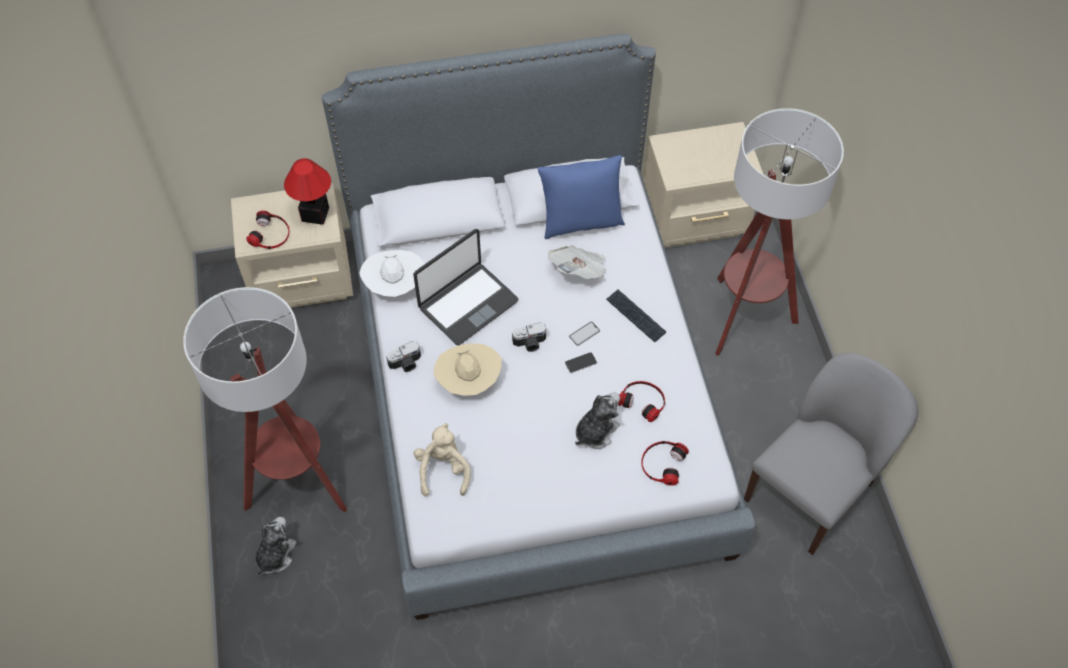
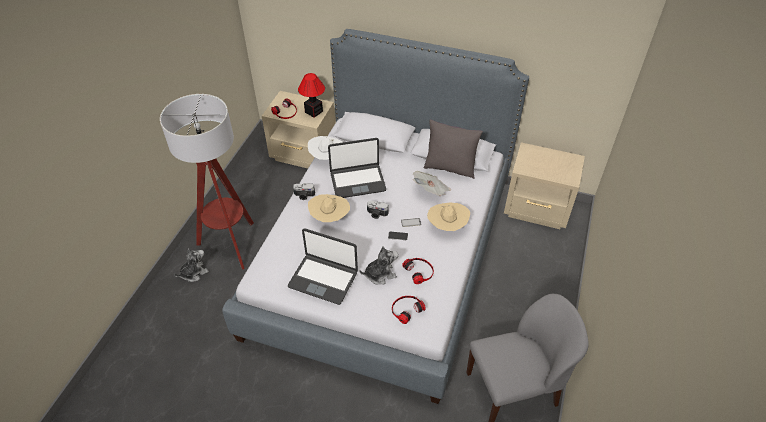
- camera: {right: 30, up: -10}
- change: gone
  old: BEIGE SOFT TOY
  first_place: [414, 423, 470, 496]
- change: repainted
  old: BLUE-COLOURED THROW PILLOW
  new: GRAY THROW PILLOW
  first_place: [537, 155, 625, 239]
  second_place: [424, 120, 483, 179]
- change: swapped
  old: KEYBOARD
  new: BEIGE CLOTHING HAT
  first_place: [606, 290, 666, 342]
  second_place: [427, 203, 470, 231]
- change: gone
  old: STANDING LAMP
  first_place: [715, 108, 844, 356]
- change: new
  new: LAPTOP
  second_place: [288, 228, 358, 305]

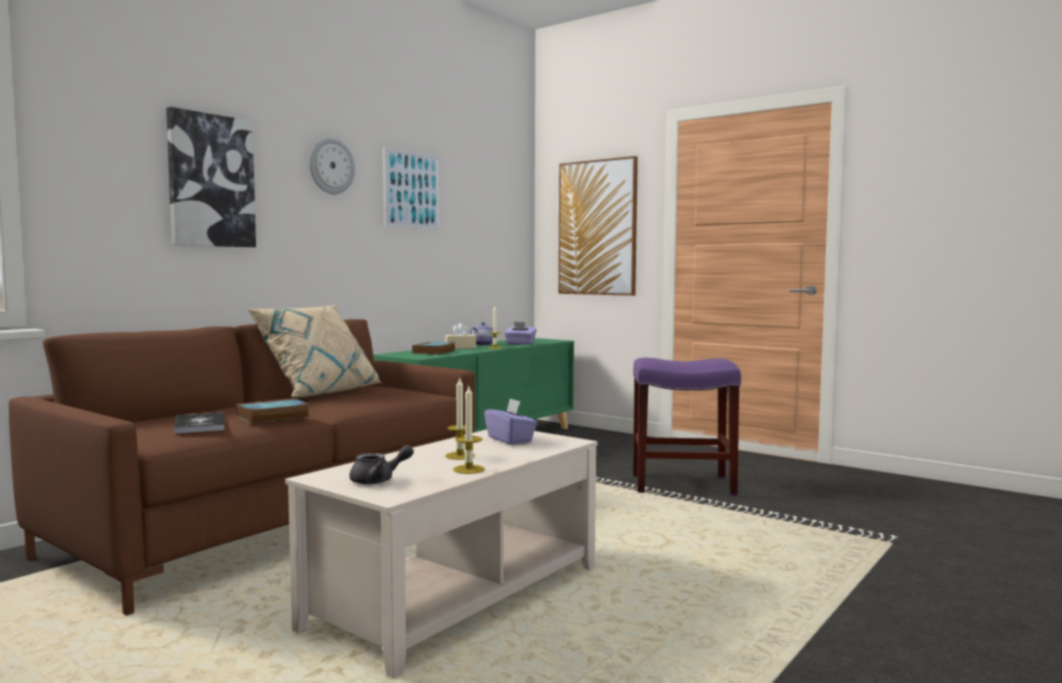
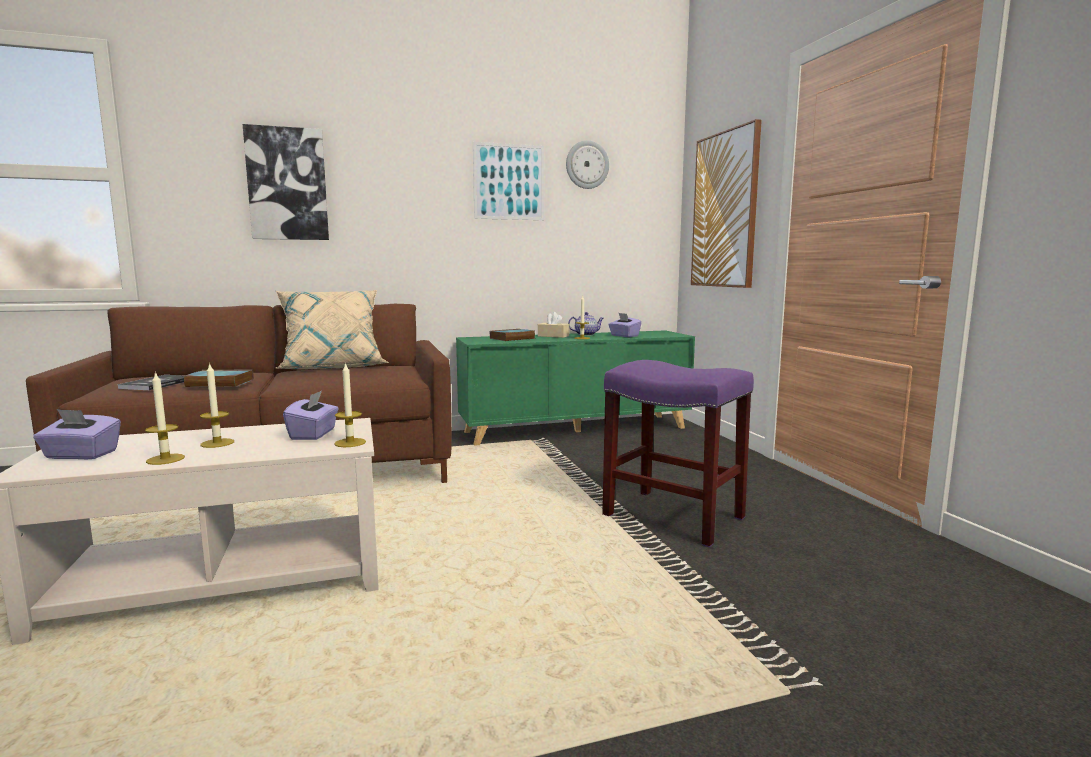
- camera: {right: 35, up: 5}
- change: shifted
  old: WALL CLOCK
  first_place: [309, 138, 355, 194]
  second_place: [566, 140, 609, 189]
- change: swapped
  old: GRAY POT FOR TEA
  new: PURPLISH TISSUE HOLDER
  first_place: [349, 445, 414, 485]
  second_place: [33, 409, 121, 459]
- change: new
  new: WAX LIGHT
  second_place: [334, 362, 366, 447]

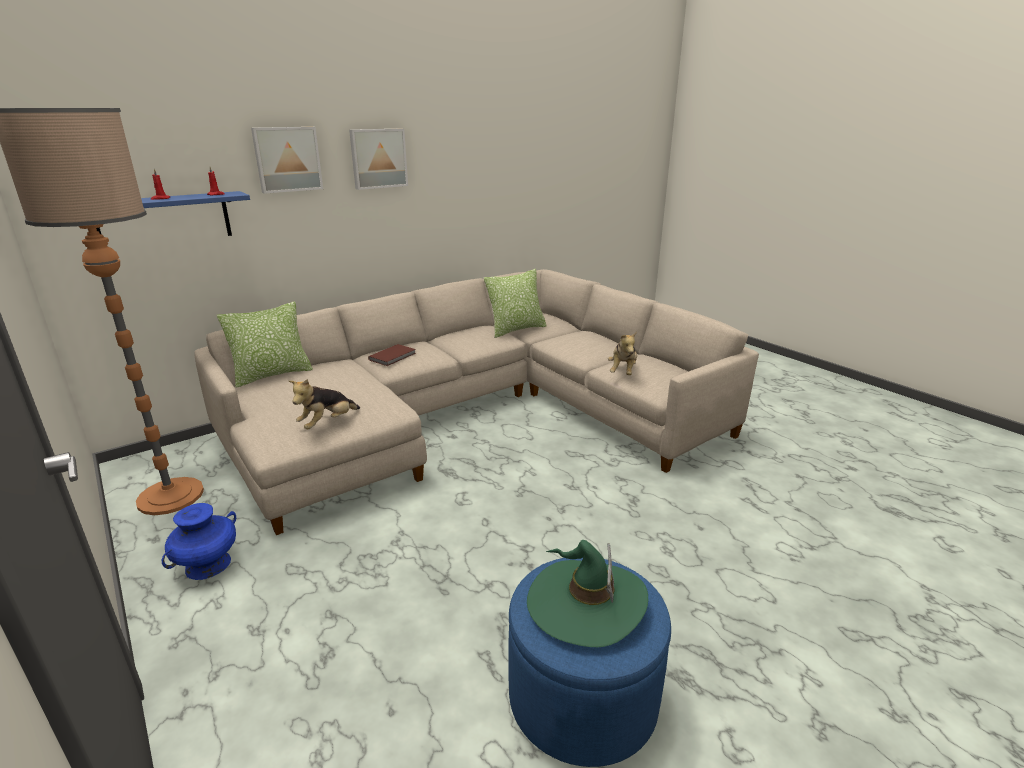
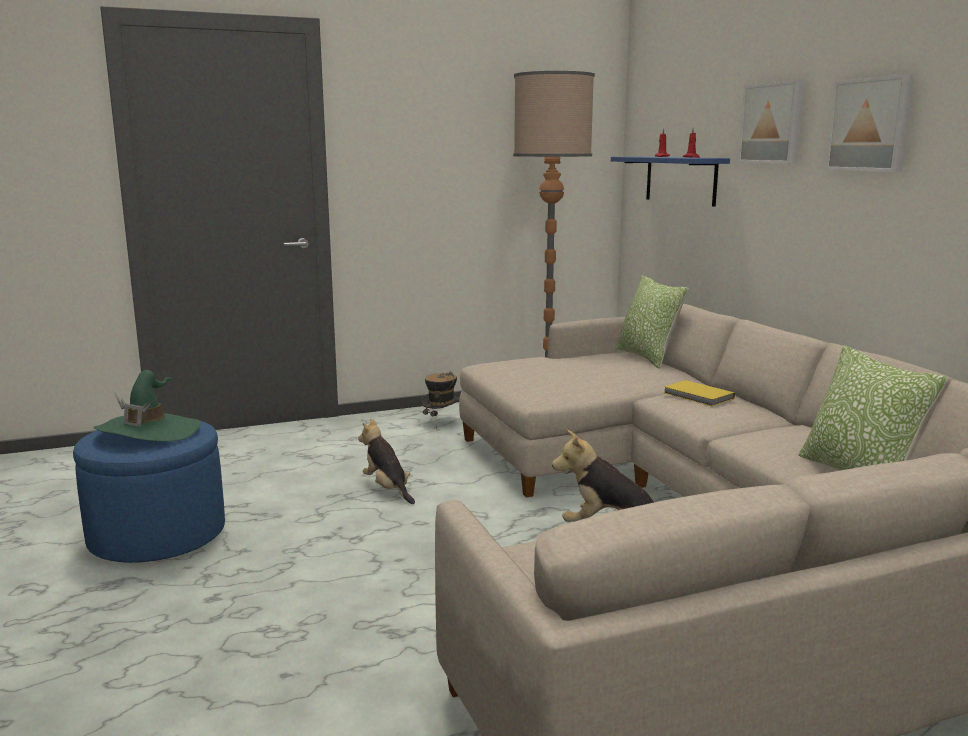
- camera: {right: 105, up: -10}
- change: swapped
  old: BLUE-COLOURED VASE
  new: CLOTHING HAT
  first_place: [162, 503, 236, 580]
  second_place: [420, 372, 460, 429]
- change: shifted
  old: SOFT TOY
  first_place: [289, 379, 360, 429]
  second_place: [358, 419, 415, 504]
- change: repainted
  old: BROWN VOLUME
  new: YELLOW VOLUME
  first_place: [368, 344, 416, 366]
  second_place: [664, 380, 735, 406]

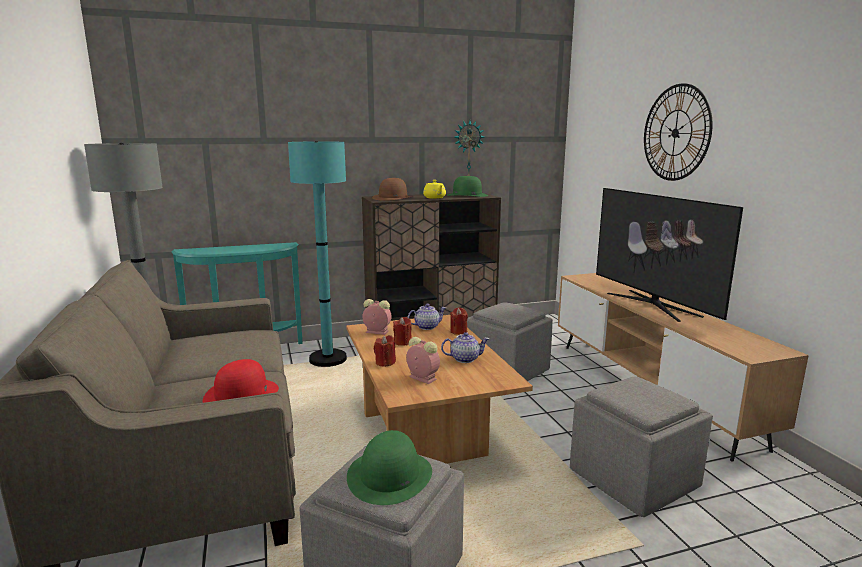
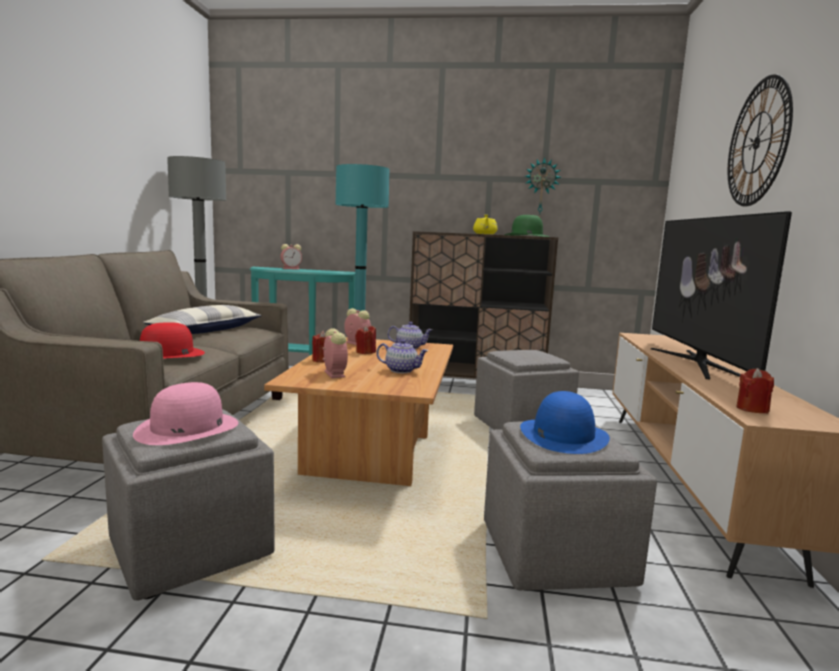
- camera: {right: 25, up: -5}
- change: repainted
  old: GREENISH CLOTHING HAT
  new: PINKISH CLOTHING HAT
  first_place: [347, 430, 432, 505]
  second_place: [133, 382, 238, 445]
- change: gone
  old: BROWN CLOTHING HAT
  first_place: [372, 178, 411, 201]
- change: shifted
  old: RED-COLOURED WAX LIGHT
  first_place: [450, 307, 468, 335]
  second_place: [736, 368, 774, 413]
- change: new
  new: THROW PILLOW
  second_place: [143, 305, 262, 334]
- change: new
  new: BEDSIDE CLOCK
  second_place: [280, 244, 302, 269]
- change: new
  new: BLUE-COLOURED CLOTHING HAT
  second_place: [520, 391, 610, 454]

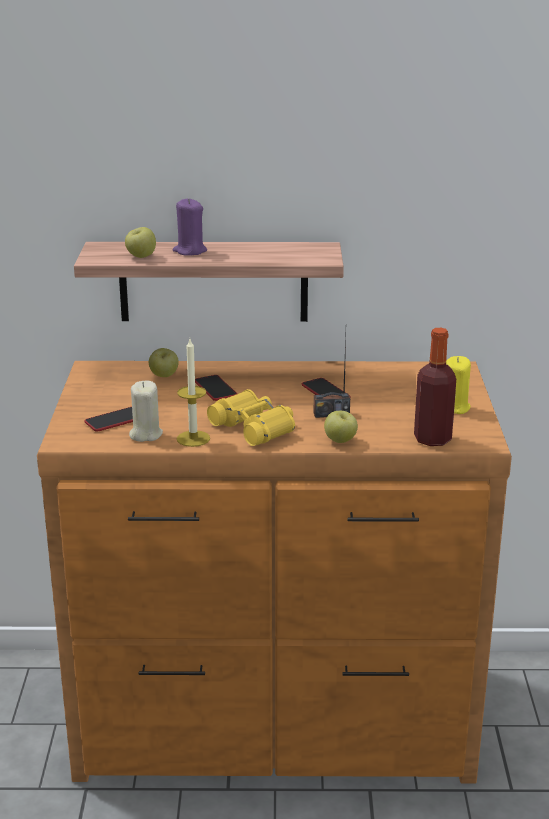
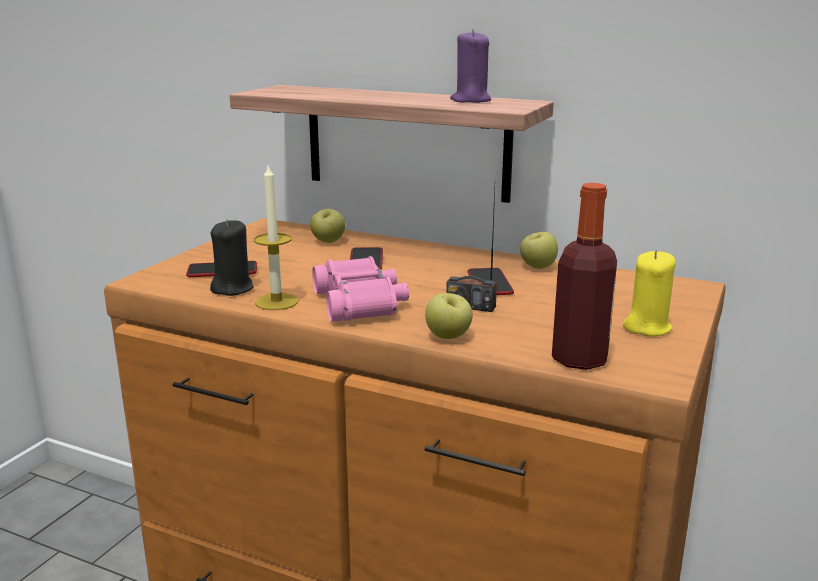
- camera: {right: 25, up: -5}
- change: shifted
  old: APPLE FRUIT
  first_place: [125, 227, 156, 258]
  second_place: [520, 232, 558, 269]
- change: repainted
  old: BEIGE WAX LIGHT
  new: BLACK-COLOURED WAX LIGHT
  first_place: [129, 381, 163, 442]
  second_place: [210, 219, 254, 296]
- change: shifted
  old: PURPLISH WAX LIGHT
  first_place: [173, 198, 207, 256]
  second_place: [450, 29, 491, 103]
- change: repainted
  old: YELLOW BINOCULARS
  new: PINKISH BINOCULARS
  first_place: [207, 389, 295, 446]
  second_place: [312, 256, 409, 321]

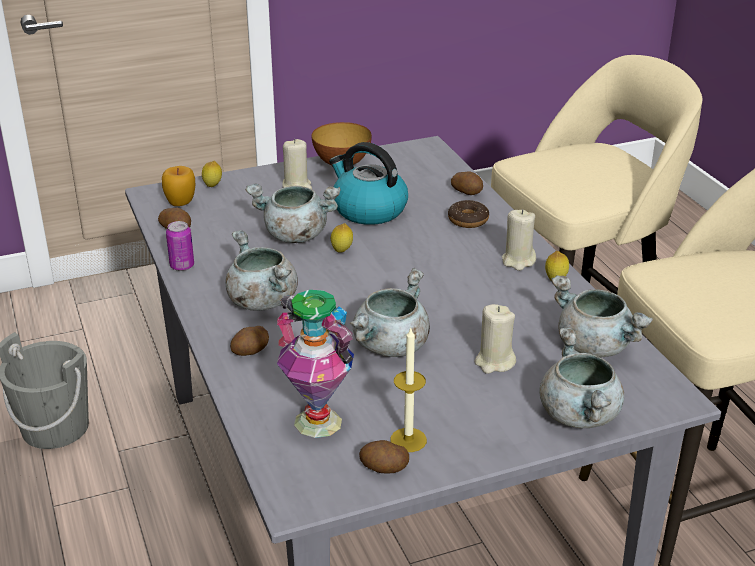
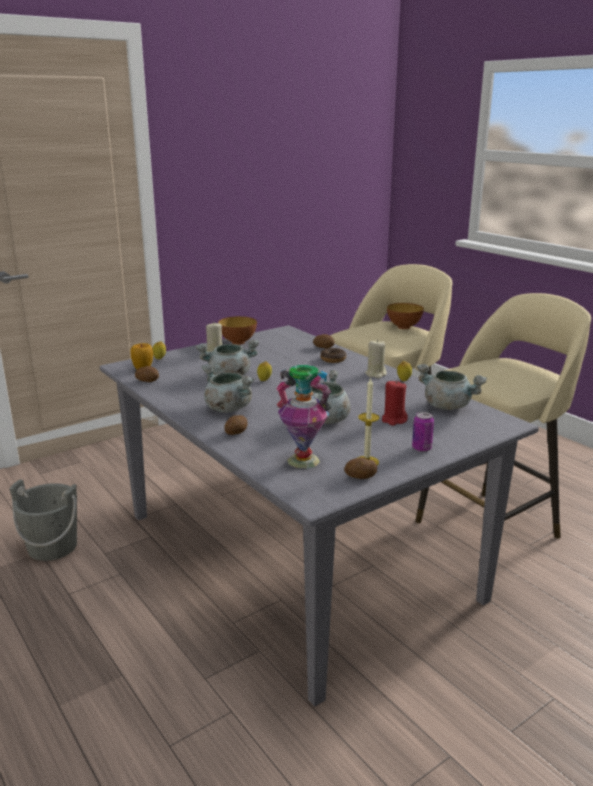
- camera: {right: -15, up: -10}
- change: shifted
  old: METAL CAN
  first_place: [166, 221, 194, 271]
  second_place: [412, 412, 434, 452]
- change: gone
  old: TEA KETTLE
  first_place: [329, 142, 408, 225]
- change: repainted
  old: BEIGE WAX LIGHT
  new: RED-COLOURED WAX LIGHT
  first_place: [474, 304, 516, 374]
  second_place: [382, 380, 408, 426]
- change: gone
  old: GRAY STOCKPOT
  first_place: [539, 328, 624, 428]
- change: new
  new: SERVING BOWL
  second_place: [387, 303, 424, 329]

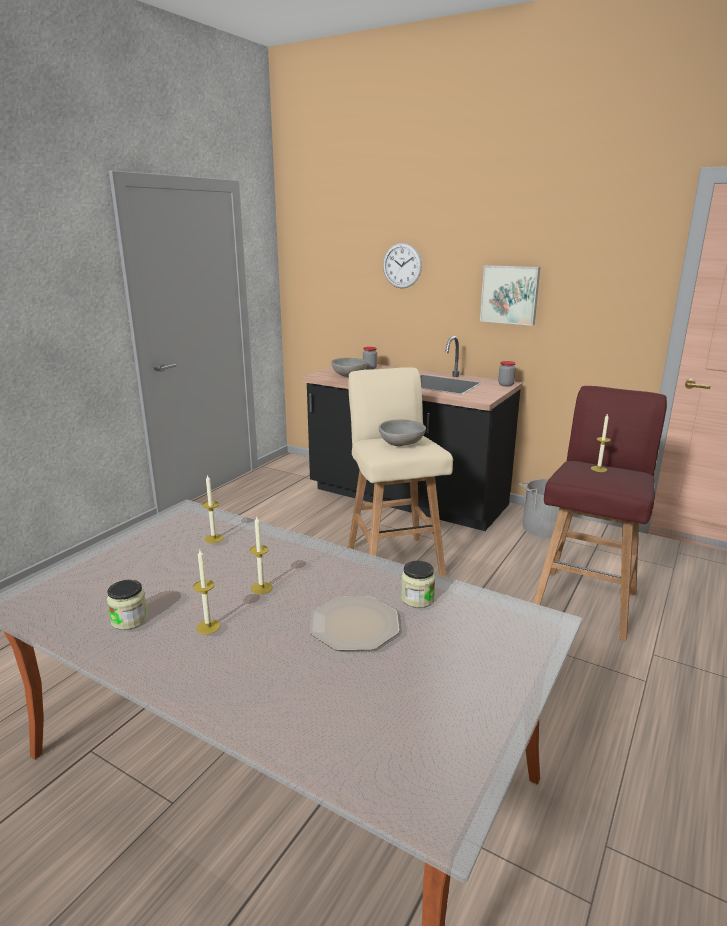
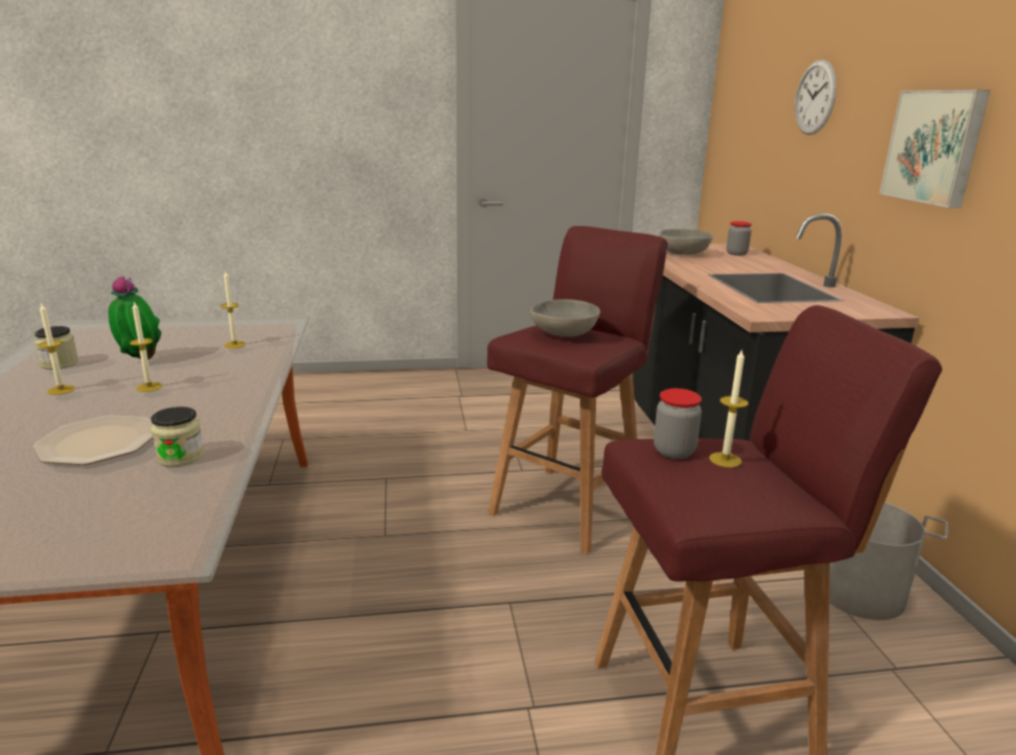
- camera: {right: 50, up: 0}
- change: repainted
  old: BEIGE SITTING STOOL
  new: RED-COLOURED SITTING STOOL
  first_place: [348, 367, 453, 576]
  second_place: [487, 226, 668, 554]
- change: shifted
  old: PRESERVE JAR
  first_place: [498, 361, 516, 386]
  second_place: [654, 388, 702, 459]
- change: new
  new: POTTED PLANT
  second_place: [108, 276, 162, 360]

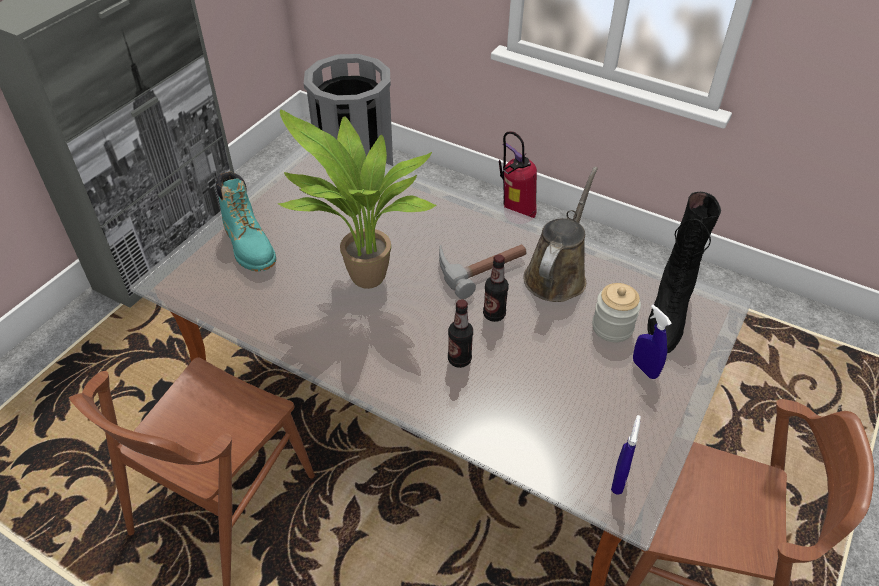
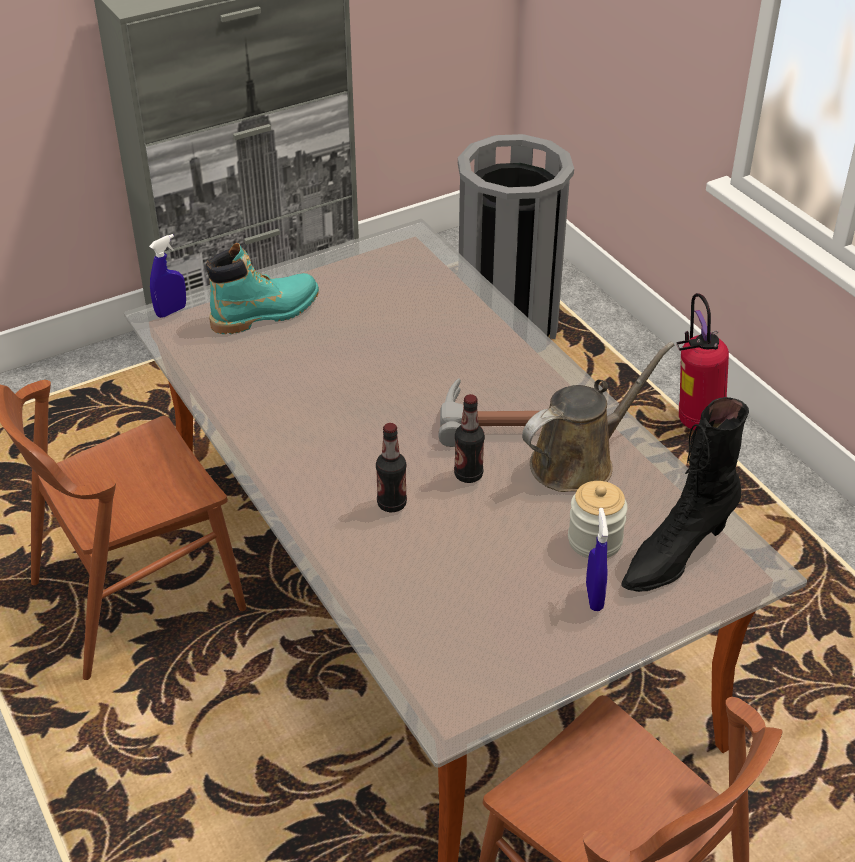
- camera: {right: 30, up: -5}
- change: rotated
  old: BLUE-GREEN BOOT
  first_place: [216, 171, 276, 272]
  second_place: [206, 243, 319, 334]
  degrees: -120
- change: gone
  old: POTTED PLANT
  first_place: [278, 110, 436, 289]
- change: shifted
  old: BLUE-COLOURED SPRAYER
  first_place: [611, 415, 641, 495]
  second_place: [149, 234, 186, 318]

